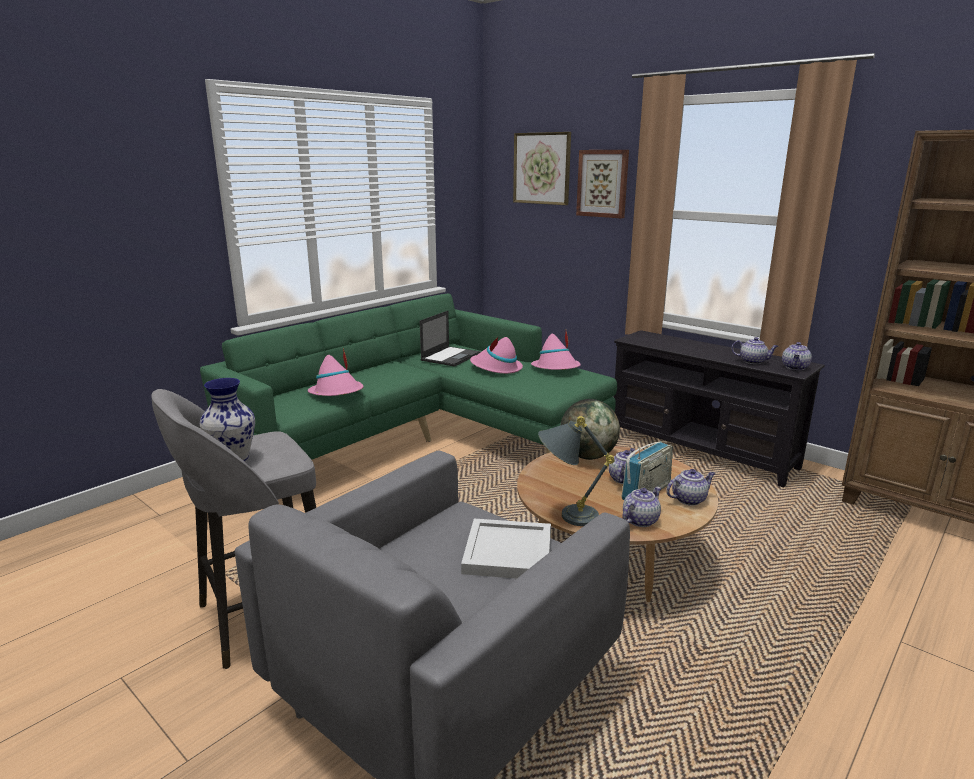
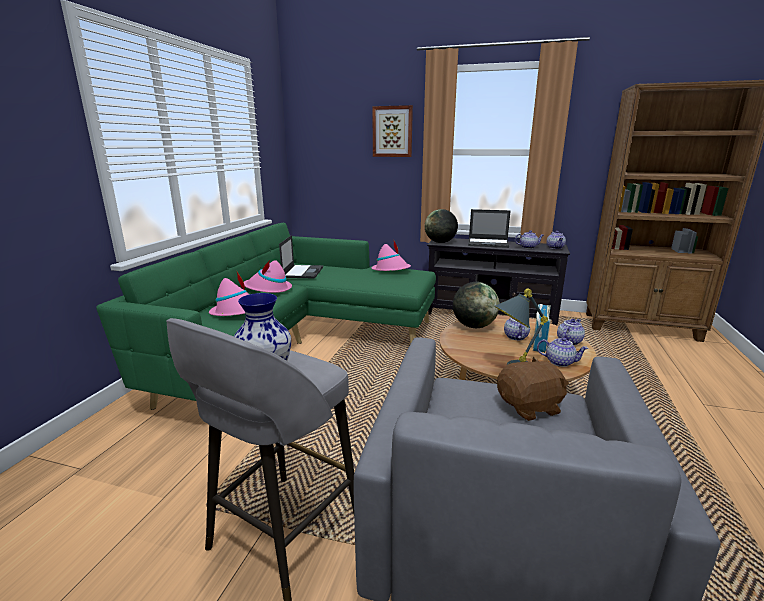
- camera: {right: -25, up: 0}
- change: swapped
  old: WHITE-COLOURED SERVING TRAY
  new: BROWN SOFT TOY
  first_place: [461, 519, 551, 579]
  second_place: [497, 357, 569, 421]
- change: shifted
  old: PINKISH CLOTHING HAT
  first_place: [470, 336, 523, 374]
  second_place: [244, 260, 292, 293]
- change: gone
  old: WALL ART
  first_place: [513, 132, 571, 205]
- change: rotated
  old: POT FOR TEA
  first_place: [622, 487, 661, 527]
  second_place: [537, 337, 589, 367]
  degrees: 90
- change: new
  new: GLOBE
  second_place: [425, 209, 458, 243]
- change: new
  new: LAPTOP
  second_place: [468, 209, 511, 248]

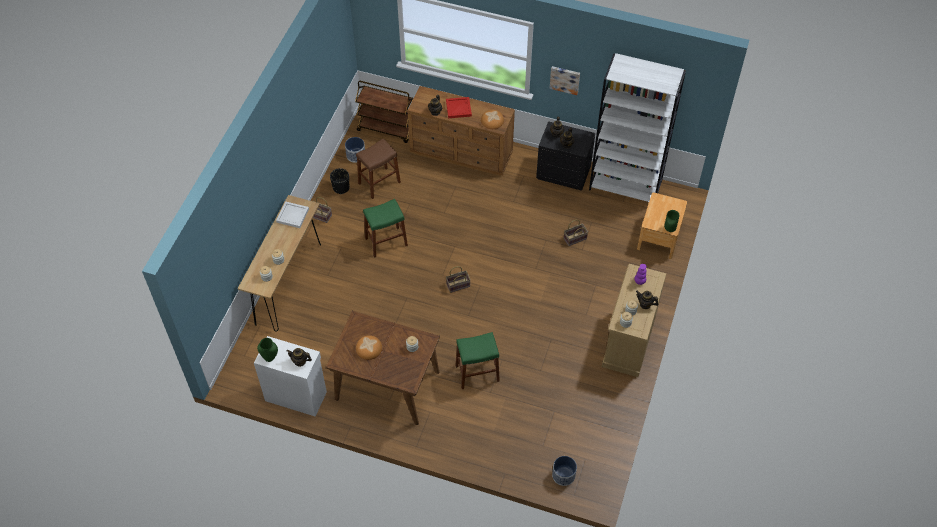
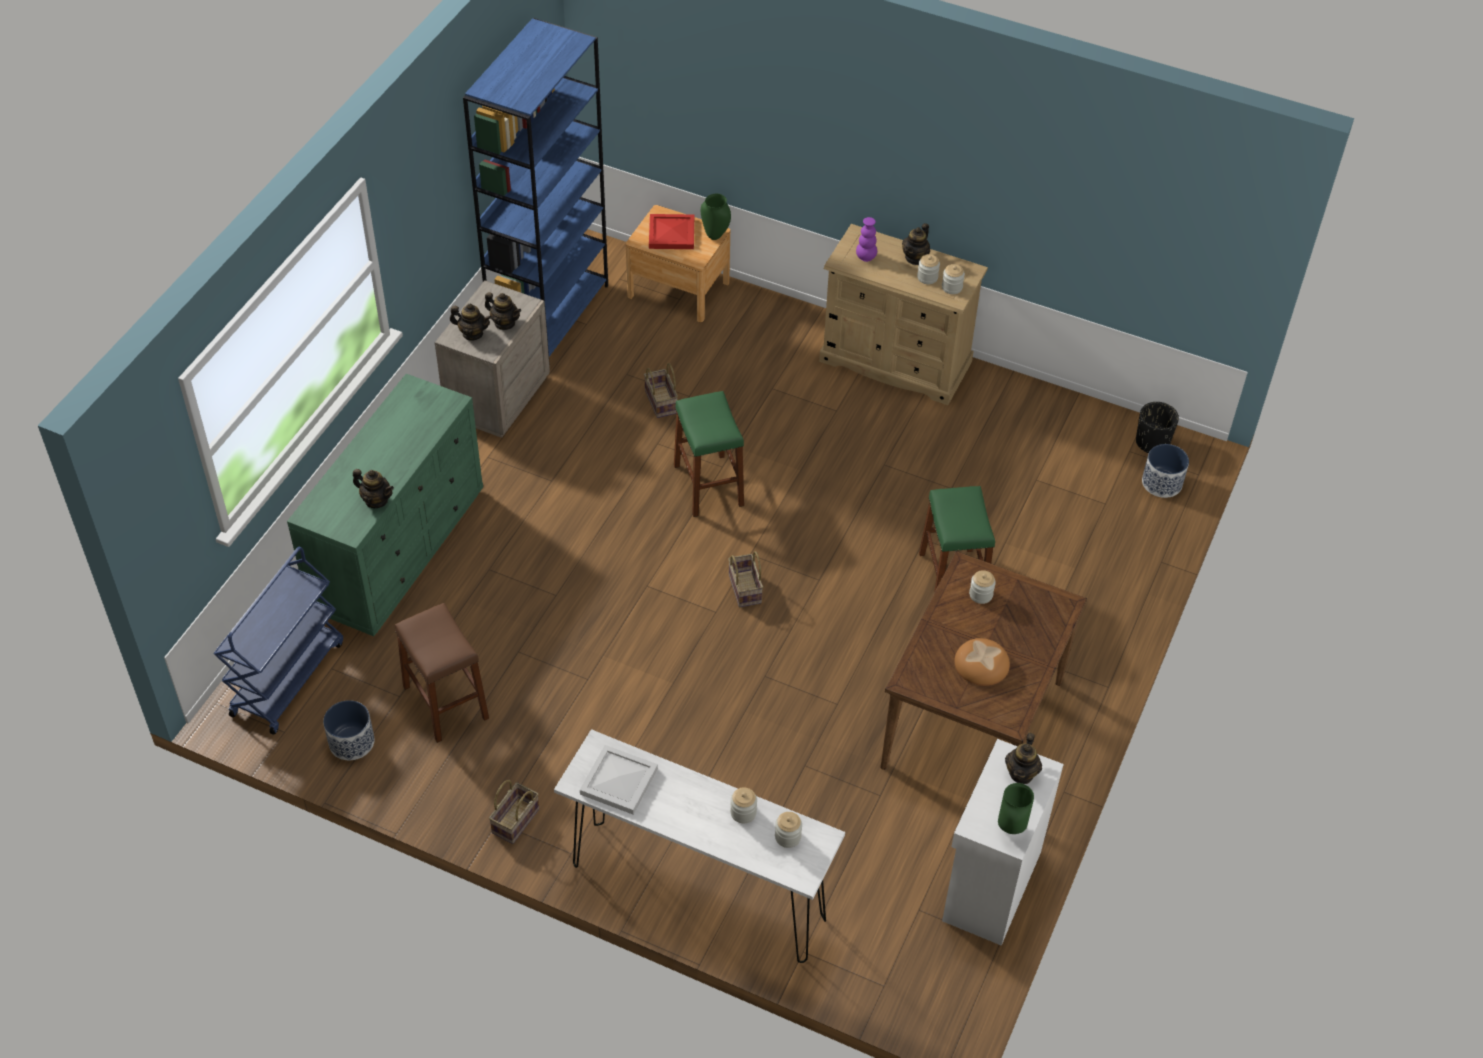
- camera: {right: -85, up: -5}
- change: repainted
  old: BROWN NARROW TABLE
  new: WHITE-COLOURED NARROW TABLE
  first_place: [238, 195, 321, 332]
  second_place: [554, 729, 845, 963]
- change: shifted
  old: BLACK-COLOURED PLANT POT
  first_place: [330, 168, 350, 194]
  second_place: [1136, 402, 1179, 453]
- change: repainted
  old: BROWN CART
  new: BLUE-COLOURED CART
  first_place: [355, 81, 413, 143]
  second_place: [214, 547, 343, 735]
- change: shifted
  old: GREENISH SITTING STOOL
  first_place: [363, 199, 408, 258]
  second_place: [674, 391, 744, 517]
- change: repainted
  old: BROWN DRAWER CHEST
  new: GREENISH DRAWER CHEST
  first_place: [408, 86, 515, 176]
  second_place: [287, 374, 483, 636]
- change: shifted
  old: RED-COLOURED SERVING TRAY
  first_place: [446, 97, 472, 118]
  second_place: [649, 214, 694, 249]
- change: gone
  old: BREAD
  first_place: [481, 110, 504, 129]
- change: repainted
  old: BLACK-COLOURED NIGHT TABLE
  new: BEIGE NIGHT TABLE
  first_place: [536, 121, 595, 191]
  second_place: [435, 280, 550, 438]
- change: gone
  old: WALL ART
  first_place: [549, 66, 580, 95]
- change: repainted
  old: WHITE-COLOURED BOOKSHELF
  new: BLUE-COLOURED BOOKSHELF
  first_place: [589, 53, 686, 202]
  second_place: [463, 18, 608, 365]

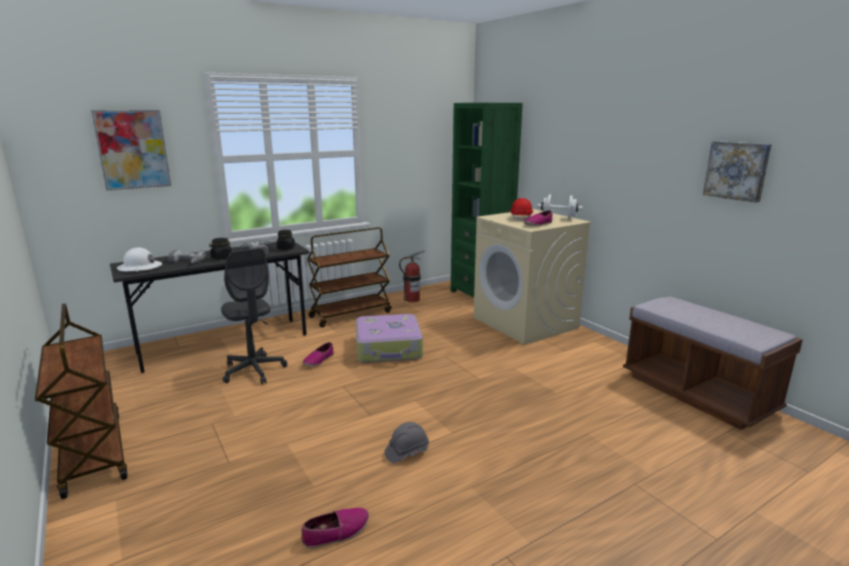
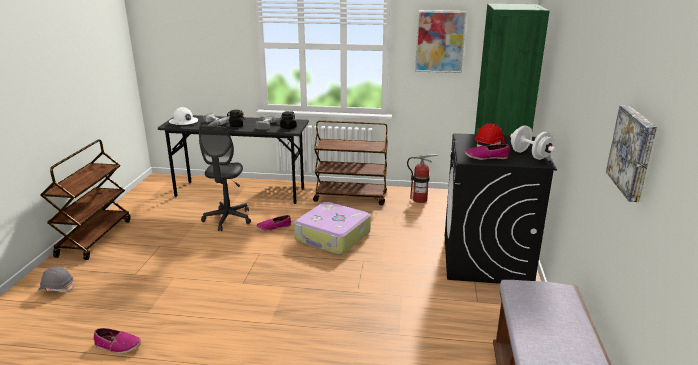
- camera: {right: 40, up: 5}
- change: shifted
  old: WALL ART
  first_place: [91, 110, 171, 190]
  second_place: [415, 10, 467, 73]
- change: shifted
  old: GRAY HARD HAT
  first_place: [384, 422, 429, 463]
  second_place: [38, 266, 74, 292]
- change: repainted
  old: BEIGE LAUNDRY APPLIANCE
  new: BLACK-COLOURED LAUNDRY APPLIANCE
  first_place: [473, 209, 592, 345]
  second_place: [445, 133, 557, 284]

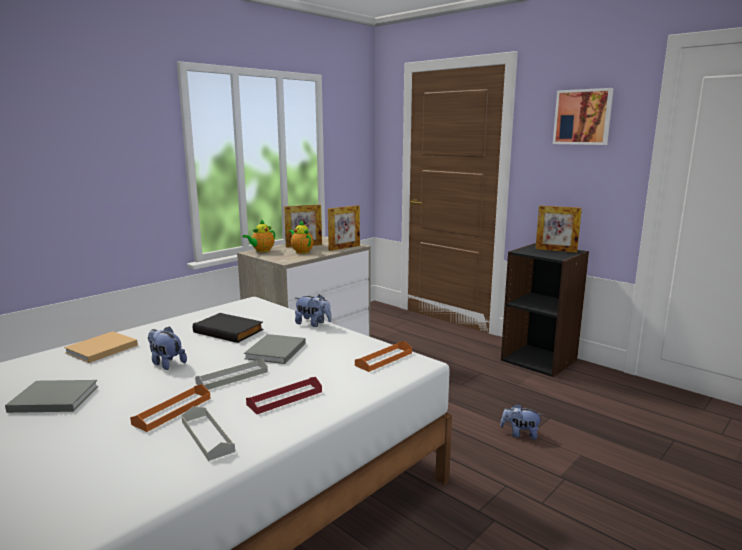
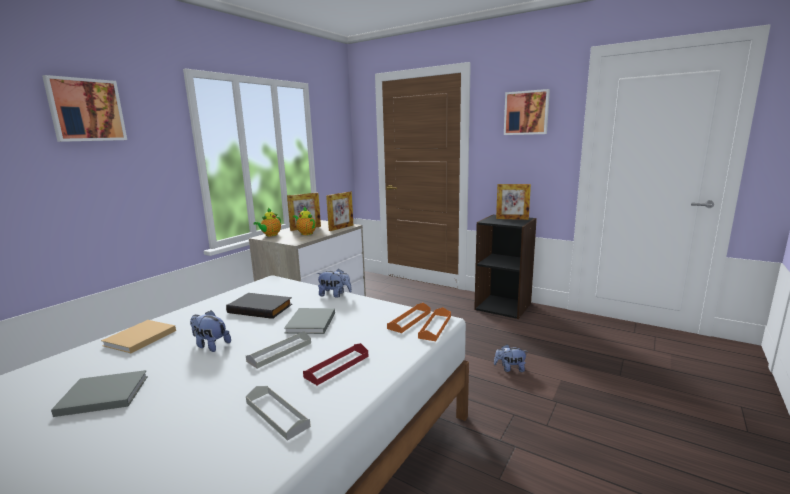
- camera: {right: -10, up: 0}
- change: shifted
  old: ORANGE-COLOURED SERVING TRAY
  first_place: [130, 384, 211, 432]
  second_place: [418, 307, 451, 341]
- change: new
  new: WALL ART
  second_place: [42, 75, 127, 142]

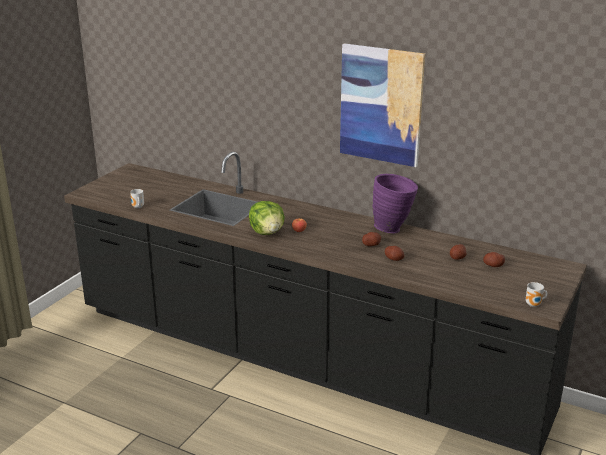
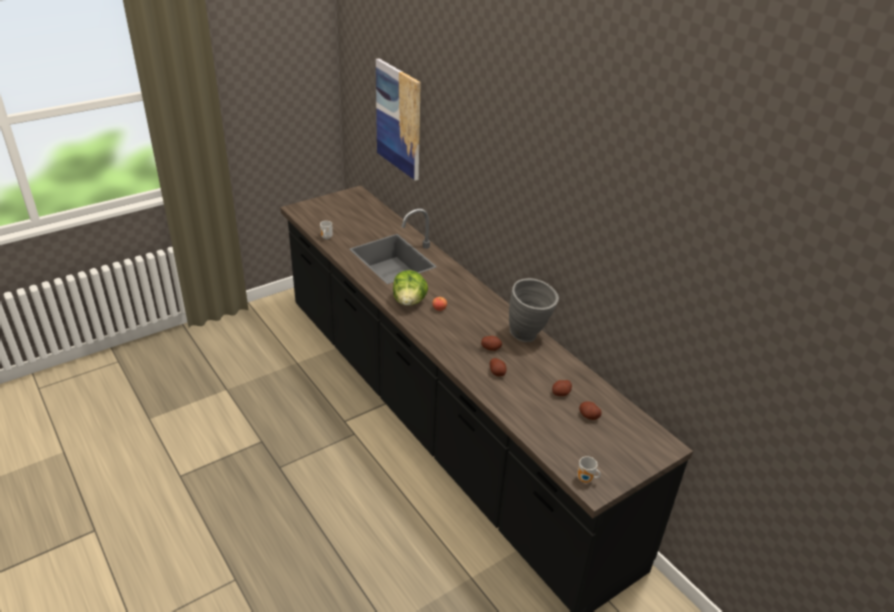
- camera: {right: 25, up: 10}
- change: shifted
  old: WALL ART
  first_place: [340, 43, 425, 167]
  second_place: [376, 58, 421, 181]
- change: repainted
  old: PURPLISH VASE
  new: GRAY VASE
  first_place: [372, 174, 418, 234]
  second_place: [509, 278, 559, 342]

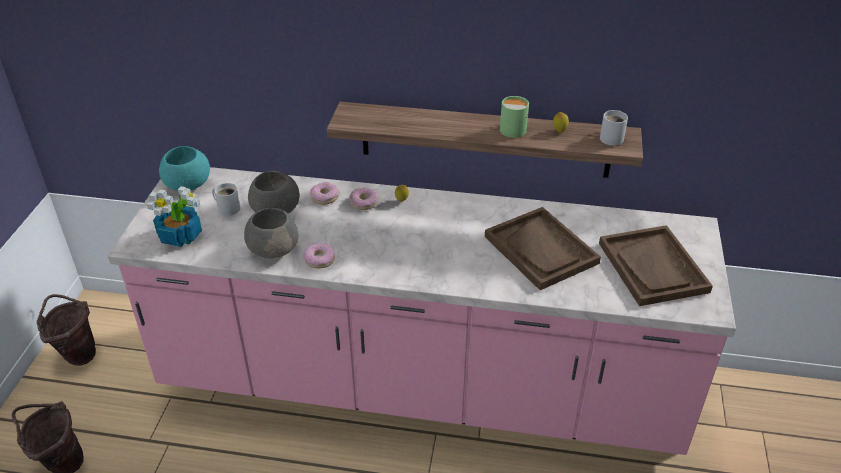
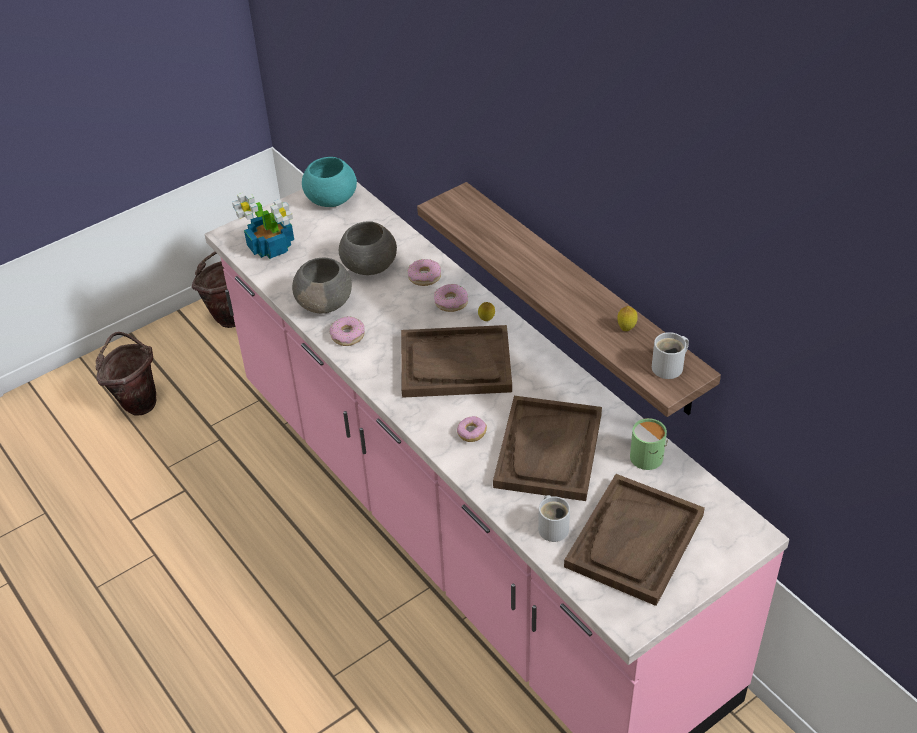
- camera: {right: 45, up: 5}
- change: shifted
  old: WHITE-COLOURED COFFEE MUG
  first_place: [212, 183, 240, 216]
  second_place: [538, 495, 570, 542]
- change: shifted
  old: GREENISH COFFEE MUG
  first_place: [500, 96, 529, 138]
  second_place: [630, 418, 668, 470]
- change: new
  new: BROWN SERVING TRAY
  second_place: [401, 325, 512, 398]
- change: new
  new: RING DOUGHNUT
  second_place: [457, 416, 487, 442]

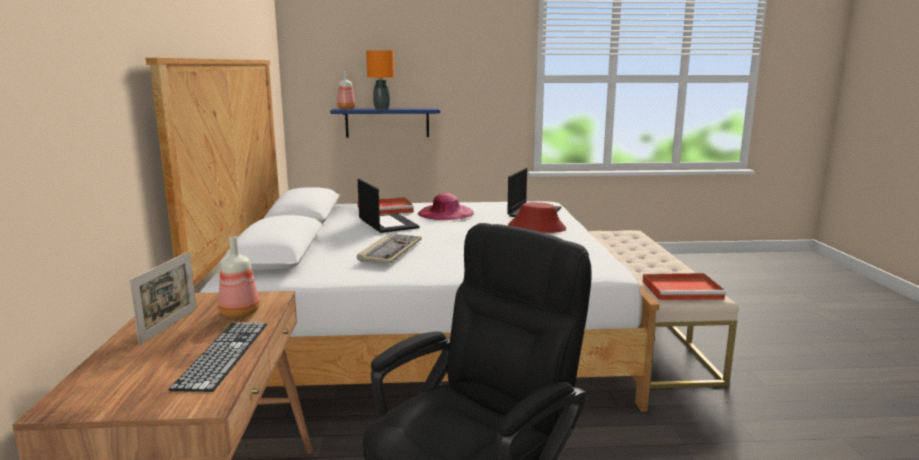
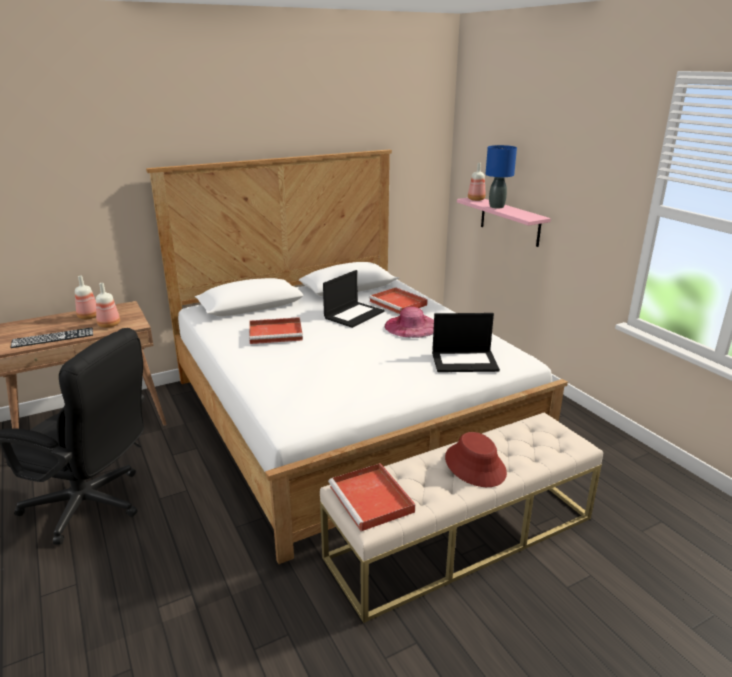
- camera: {right: 65, up: 10}
- change: swapped
  old: STANDING FRAME
  new: DRINK BOTTLE
  first_place: [129, 251, 197, 345]
  second_place: [75, 276, 96, 319]
- change: repainted
  old: BLUE-COLOURED WALL SHELF
  new: PINKISH WALL SHELF
  first_place: [330, 108, 440, 138]
  second_place: [457, 198, 551, 247]
- change: swapped
  old: KEYBOARD
  new: RED-COLOURED SERVING TRAY
  first_place: [357, 233, 422, 263]
  second_place: [249, 317, 303, 344]
- change: repainted
  old: ORANGE-COLOURED LAMP FOR A TABLE
  new: BLUE-COLOURED LAMP FOR A TABLE
  first_place: [366, 50, 395, 109]
  second_place: [486, 145, 517, 209]
- change: shifted
  old: RED-COLOURED CLOTHING HAT
  first_place: [508, 202, 566, 233]
  second_place: [445, 432, 507, 487]

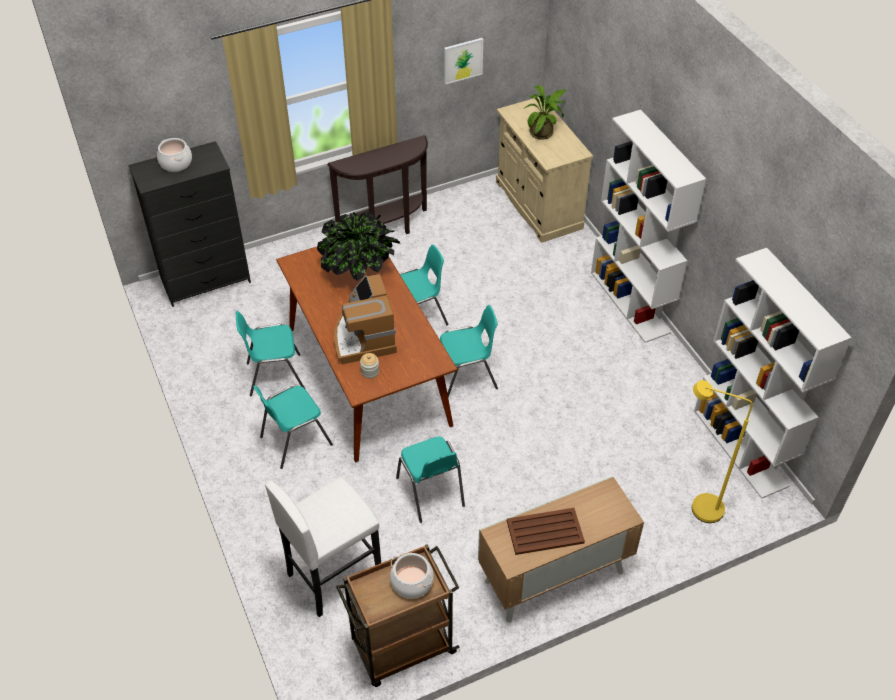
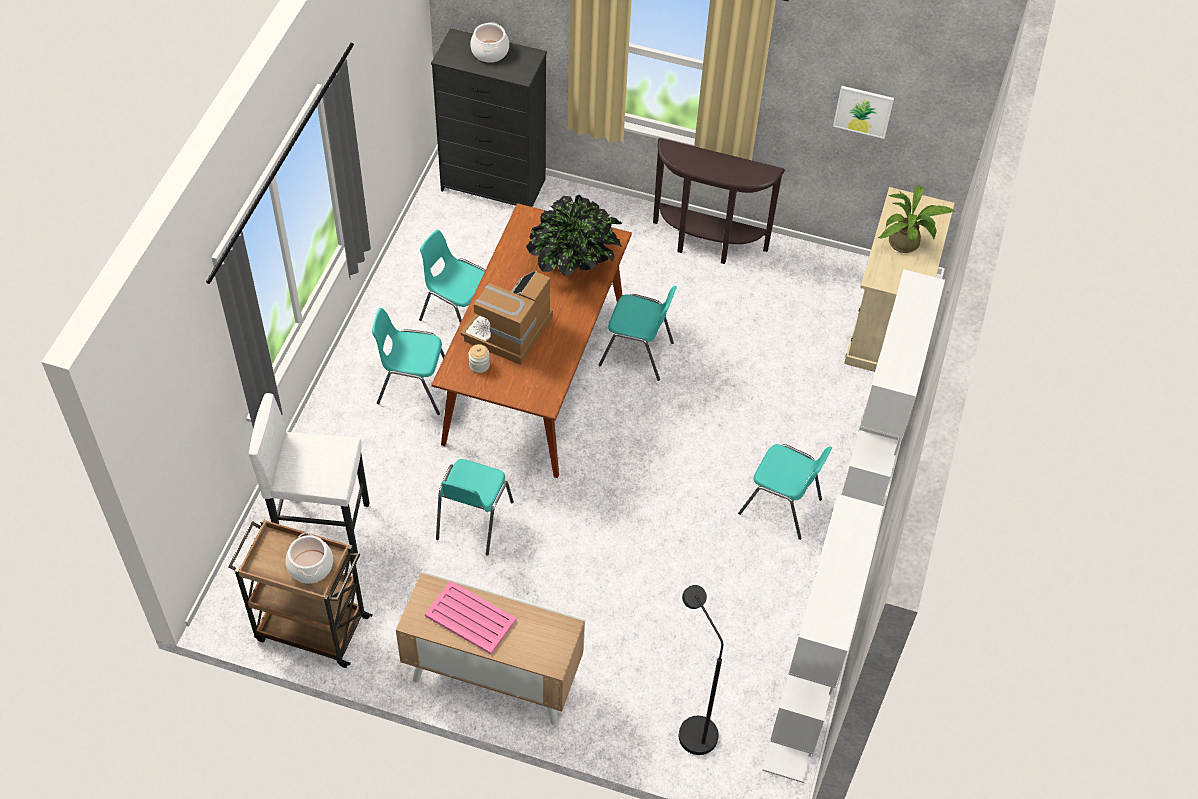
- camera: {right: 40, up: 5}
- change: shifted
  old: BLUE-GREEN CHAIR
  first_place: [440, 305, 498, 397]
  second_place: [738, 444, 832, 540]
- change: repainted
  old: BROWN SERVING TRAY
  new: PINKISH SERVING TRAY
  first_place: [507, 508, 585, 555]
  second_place: [425, 581, 516, 654]
- change: repainted
  old: YELLOW STANDING LAMP
  new: BLACK-COLOURED STANDING LAMP
  first_place: [692, 380, 753, 523]
  second_place: [679, 585, 723, 755]

